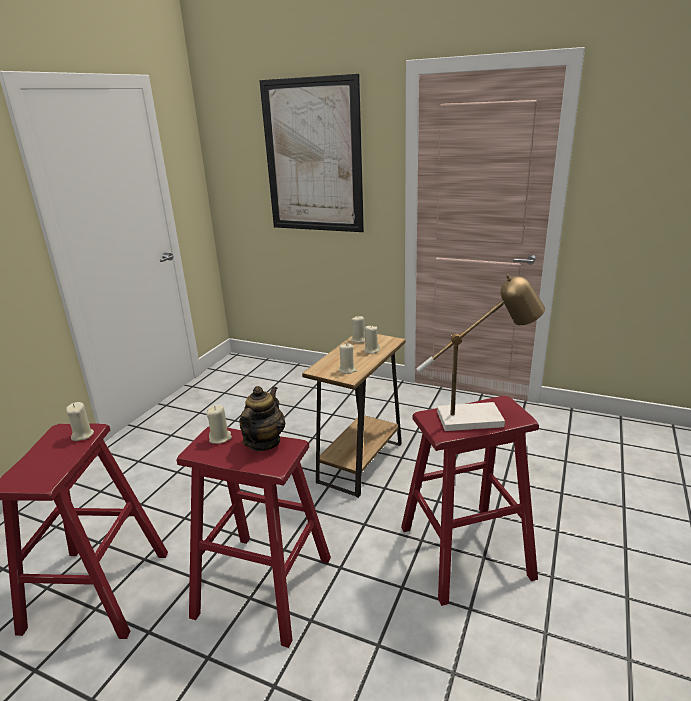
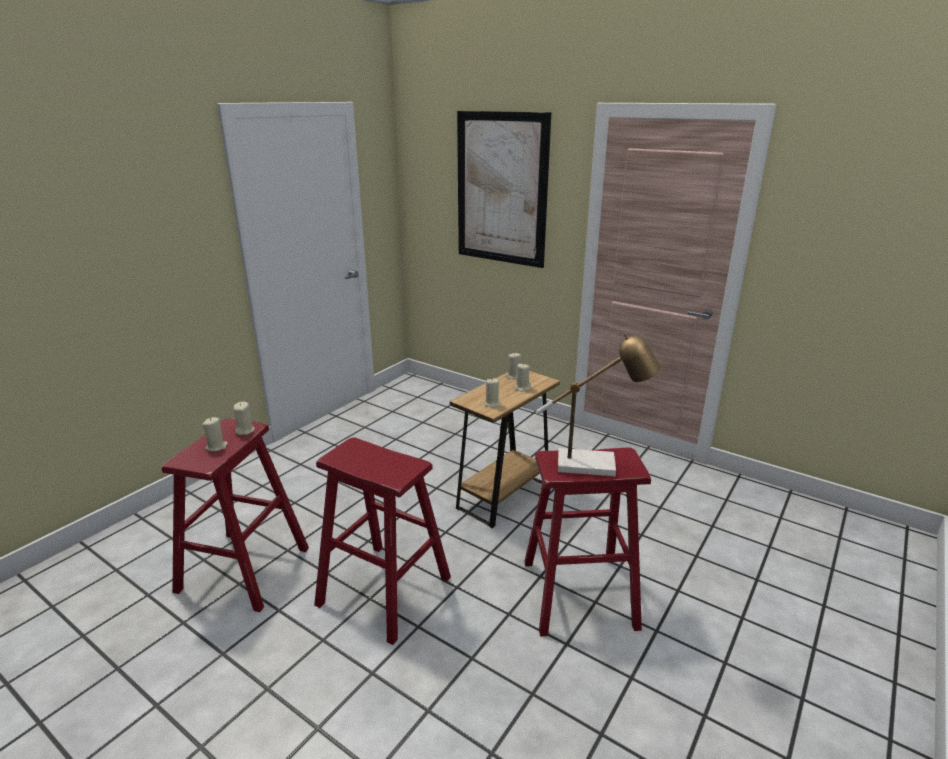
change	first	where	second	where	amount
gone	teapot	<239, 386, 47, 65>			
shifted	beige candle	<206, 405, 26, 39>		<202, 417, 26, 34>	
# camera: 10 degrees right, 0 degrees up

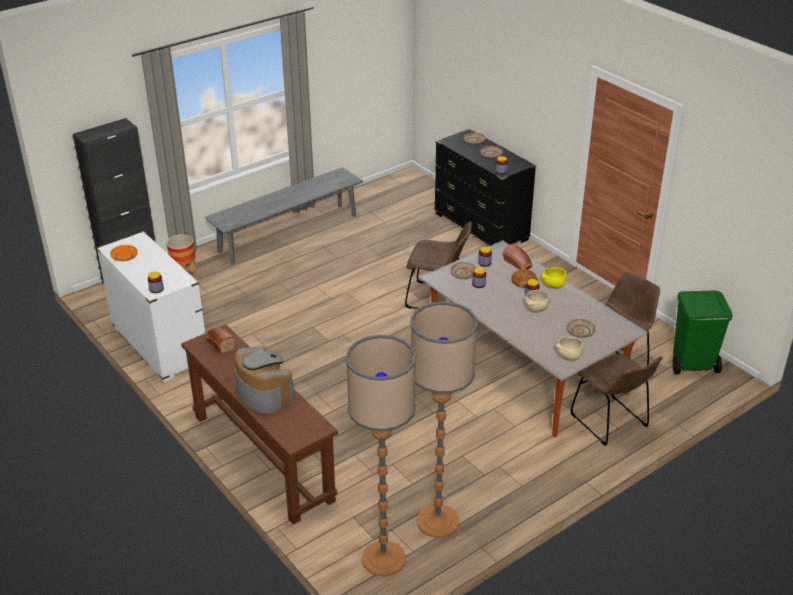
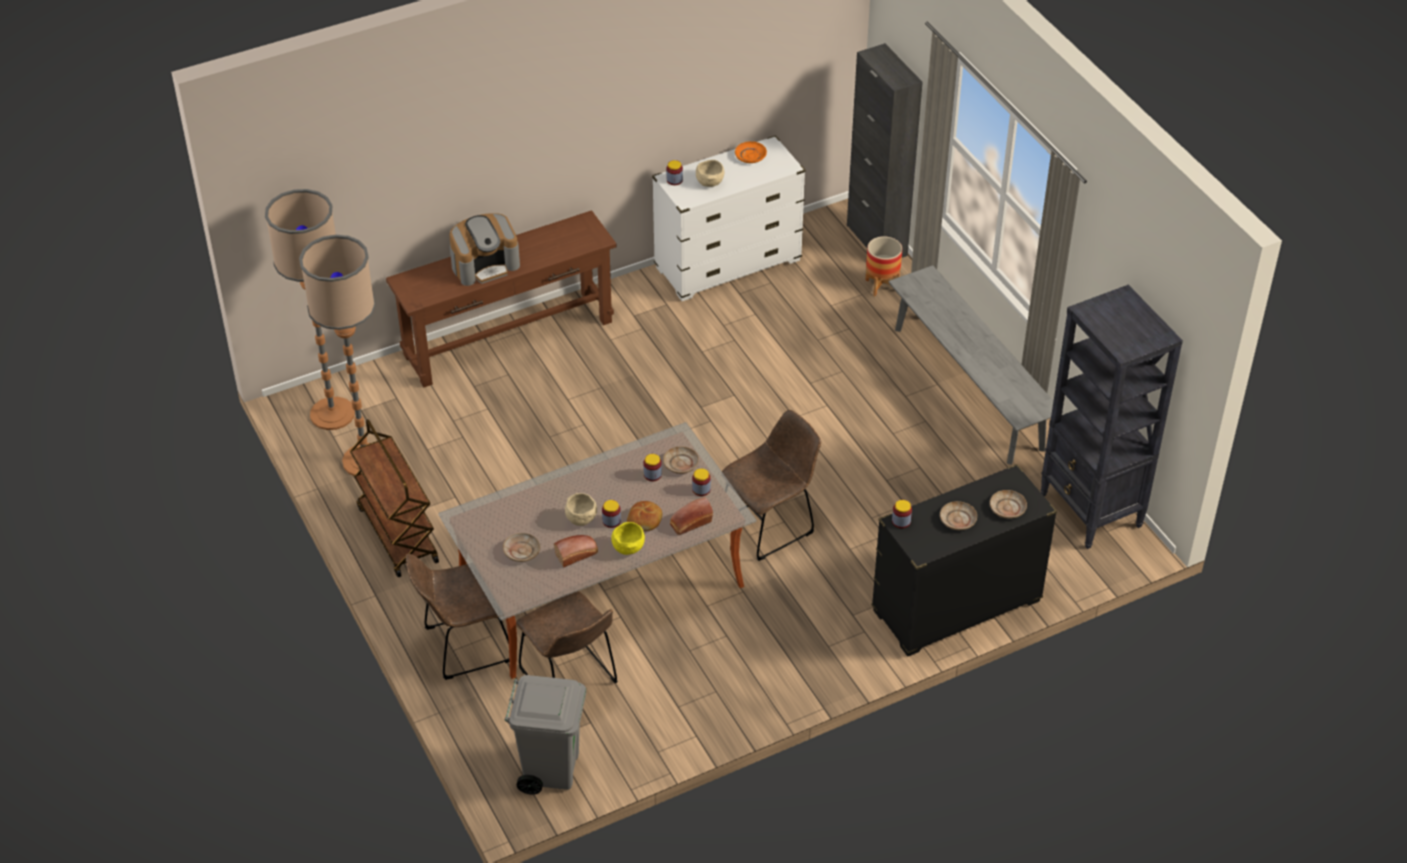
change	first	where	second	where	amount
new			brown cart	<350, 419, 89, 158>	
new			black bookcase	<1040, 285, 143, 264>	
shifted	bread	<205, 327, 30, 27>		<554, 535, 44, 32>	
shifted	beige bowl	<556, 337, 28, 24>		<696, 160, 28, 27>	
repainted	green trash can	<672, 290, 61, 84>	grey trash can	<504, 675, 82, 119>	
rotated	brown chair	<405, 222, 67, 87>		<722, 410, 99, 151>	150 degrees counterclockwise
# camera: 100 degrees right, 10 degrees up

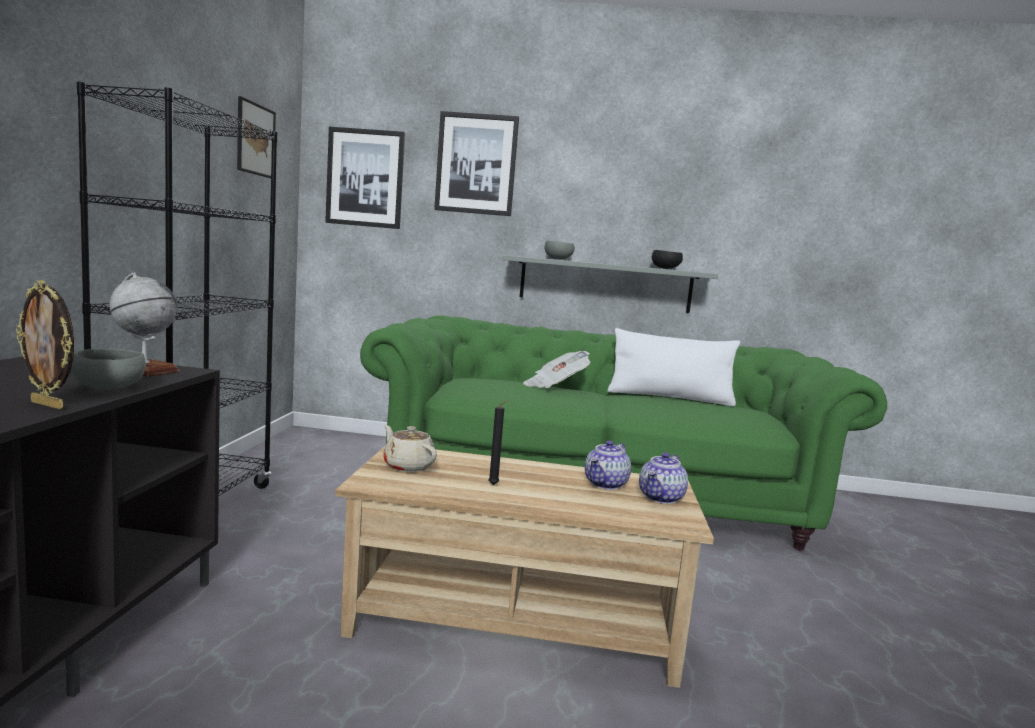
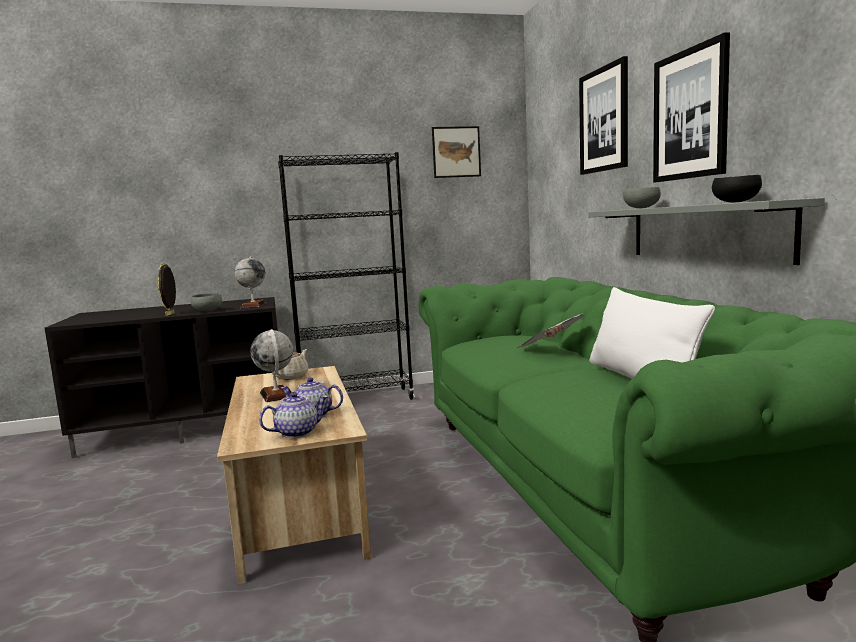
change	first	where	second	where	amount
shifted	picture	<325, 127, 80, 102>		<653, 32, 77, 150>	
swapped	black candle	<489, 400, 20, 85>	globe	<250, 329, 43, 73>	
rotated	teapot	<639, 452, 49, 52>		<259, 392, 69, 46>	135 degrees clockwise
# camera: 70 degrees right, 0 degrees up

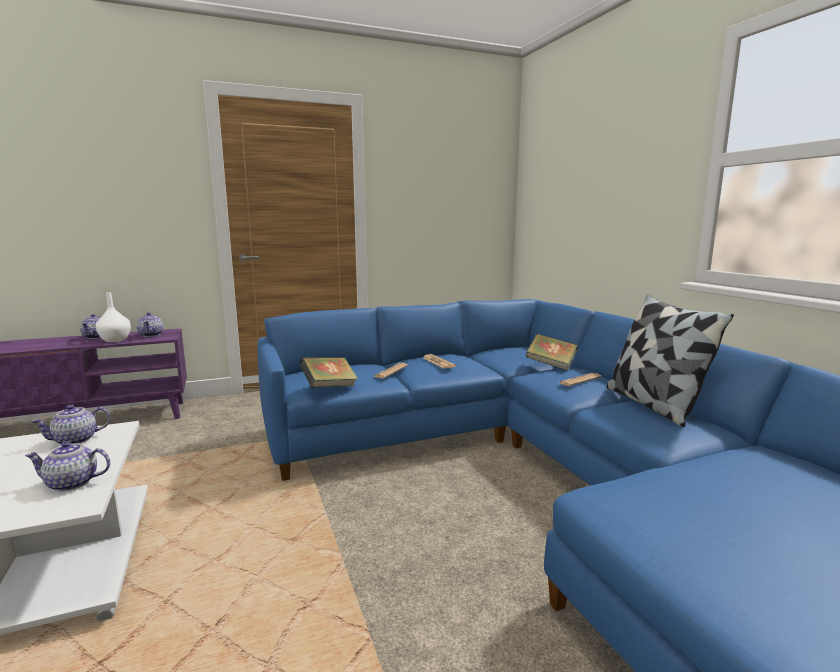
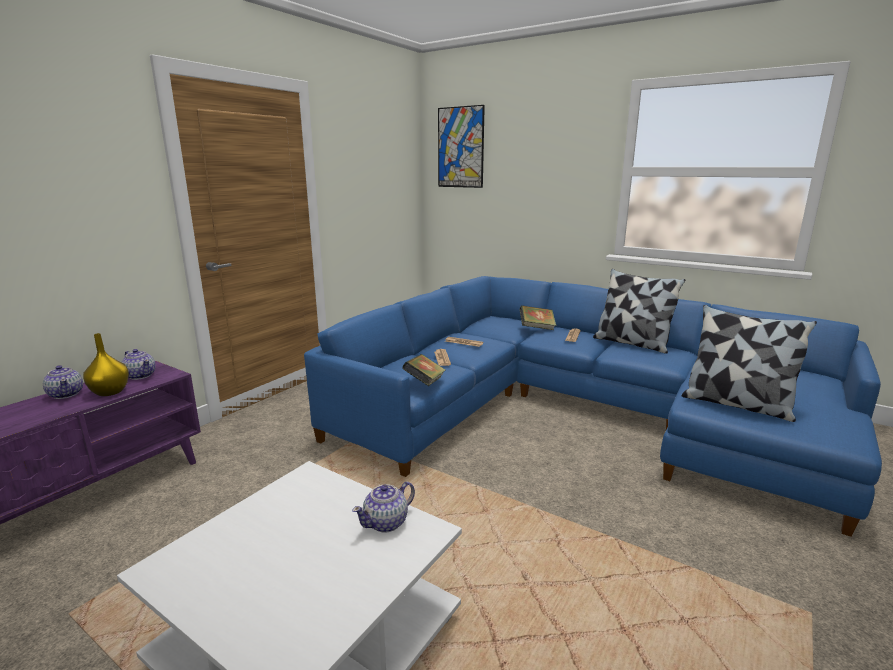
change	first	where	second	where	amount
gone	teapot	<31, 405, 79, 39>			
new			picture	<438, 105, 47, 83>	
new			pillow	<682, 305, 135, 117>	
repainted	white vase	<96, 292, 35, 50>	yellow vase	<83, 333, 46, 63>	
# camera: 35 degrees left, 5 degrees up

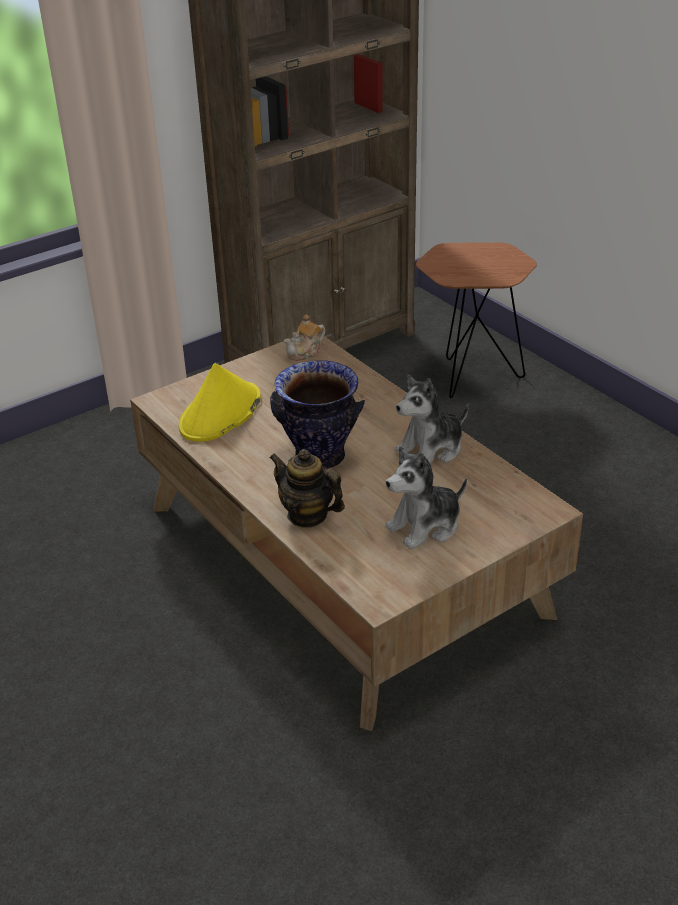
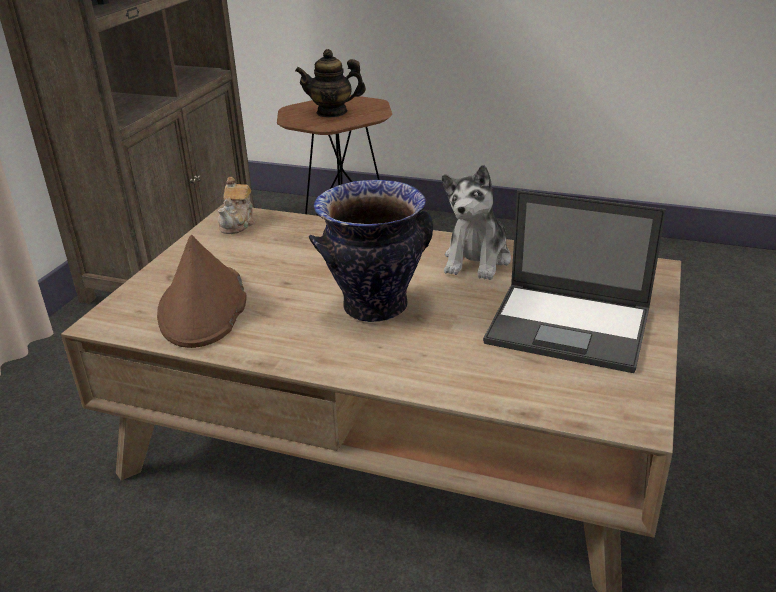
change	first	where	second	where	amount
shifted	teapot	<269, 449, 76, 79>		<295, 49, 71, 69>	
swapped	plush toy	<385, 446, 82, 103>	laptop	<483, 190, 183, 183>	
repainted	yellow hat	<179, 363, 82, 79>	brown hat	<157, 235, 90, 113>	
# camera: 35 degrees left, 5 degrees down

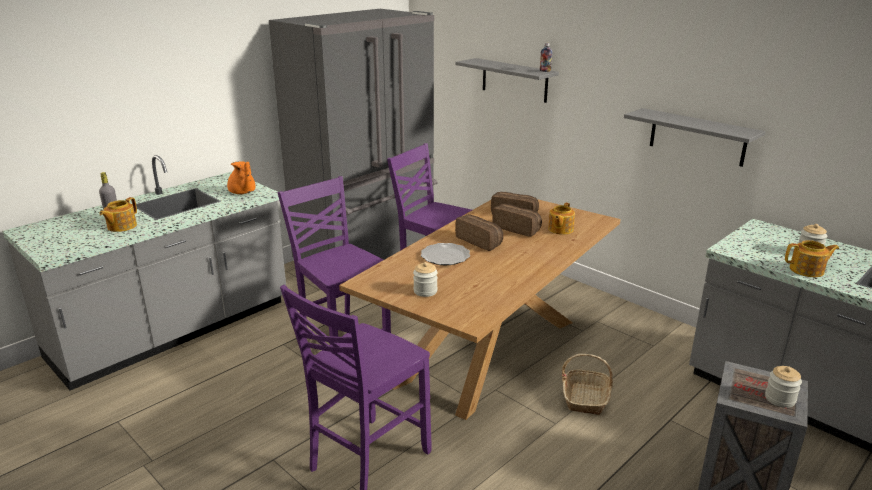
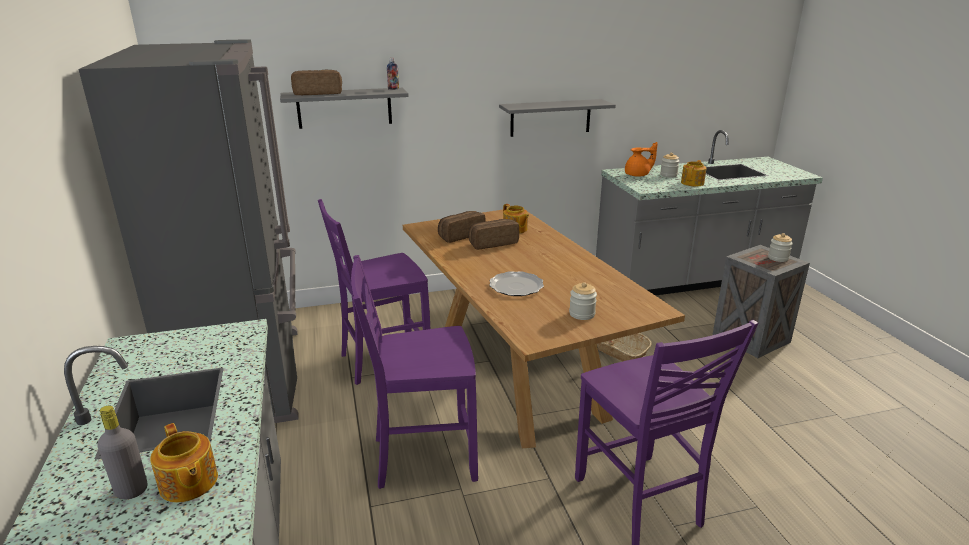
change	first	where	second	where	amount
shifted	orange teapot	<227, 161, 29, 33>		<625, 142, 33, 35>	
shifted	bread	<455, 215, 48, 36>		<291, 70, 51, 25>	
# camera: 60 degrees left, 0 degrees up

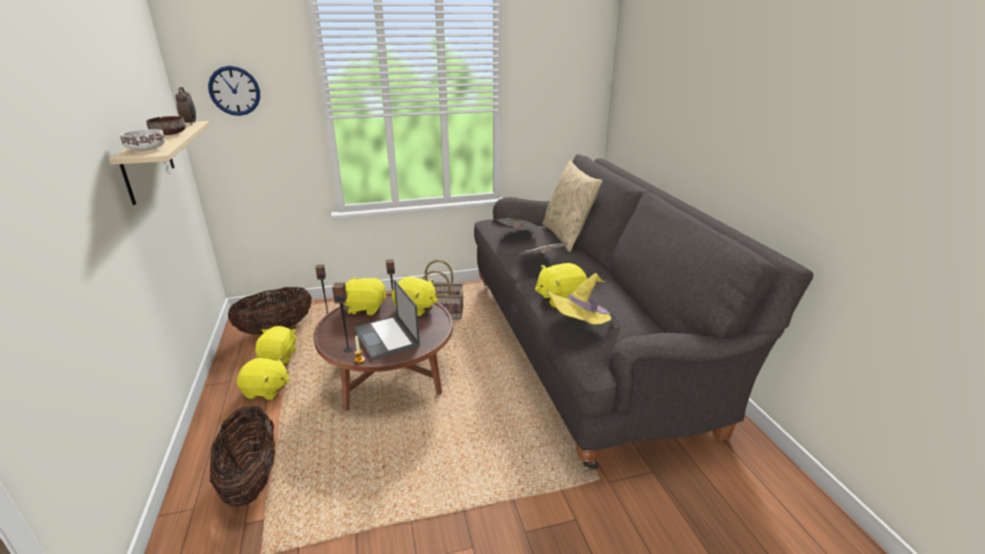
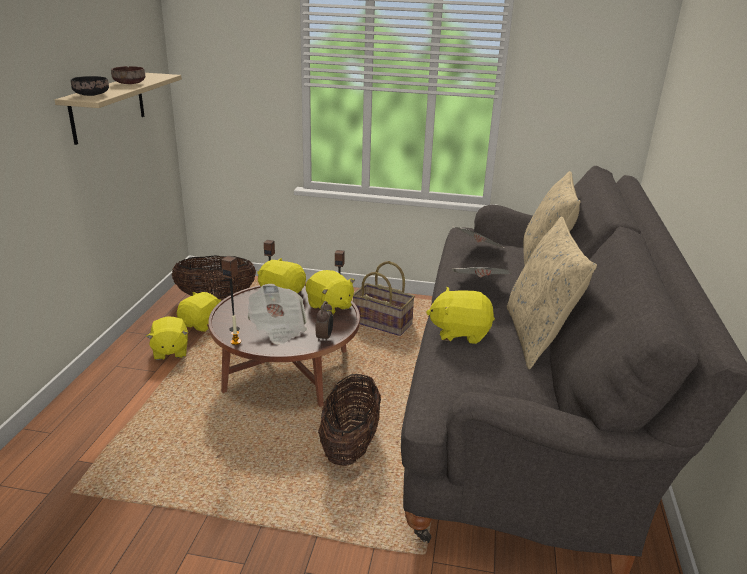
change	first	where	second	where	amount
gone	wall clock	<208, 66, 52, 50>			
gone	yellow hat	<547, 273, 74, 52>			
new			beige pillow	<507, 216, 90, 154>	
shifted	alarm clock	<176, 87, 20, 38>		<315, 301, 18, 42>	
shifted	basket	<210, 405, 65, 102>		<318, 374, 63, 92>	
swapped	laptop	<353, 280, 67, 80>	newspaper	<248, 284, 59, 61>	
repainted	white bowl	<120, 129, 45, 22>	black bowl	<71, 76, 38, 20>	
rotated	yellow plush toy	<237, 357, 53, 43>		<146, 316, 42, 44>	45 degrees clockwise
# camera: 25 degrees right, 0 degrees up

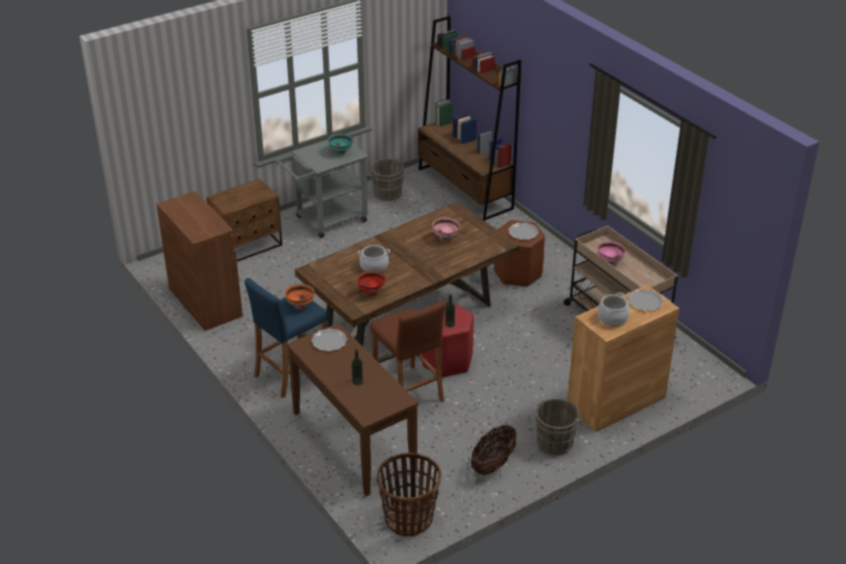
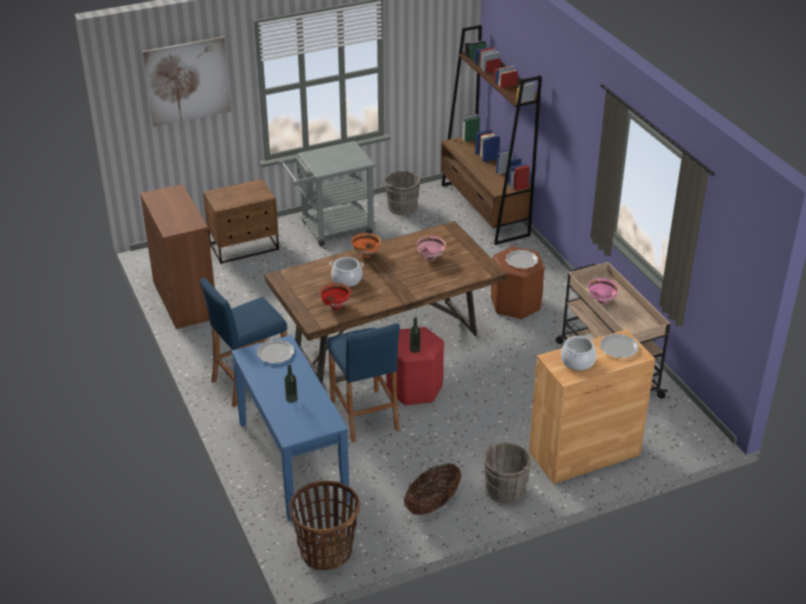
change	first	where	second	where	amount
gone	turquoise bowl	<328, 133, 25, 21>			
new			picture	<142, 36, 89, 91>	
shifted	orange bowl	<285, 284, 30, 25>		<351, 233, 30, 25>	
repainted	brown console table	<287, 323, 131, 173>	blue console table	<231, 335, 119, 187>	
repainted	brown stool	<370, 301, 76, 101>	blue stool	<327, 323, 73, 120>	
# camera: 10 degrees right, 0 degrees up

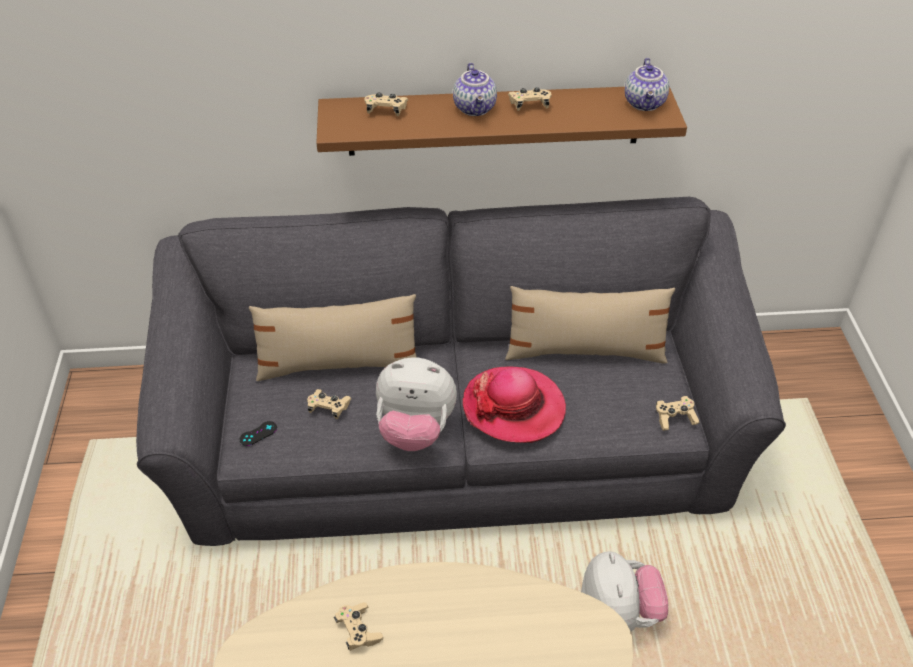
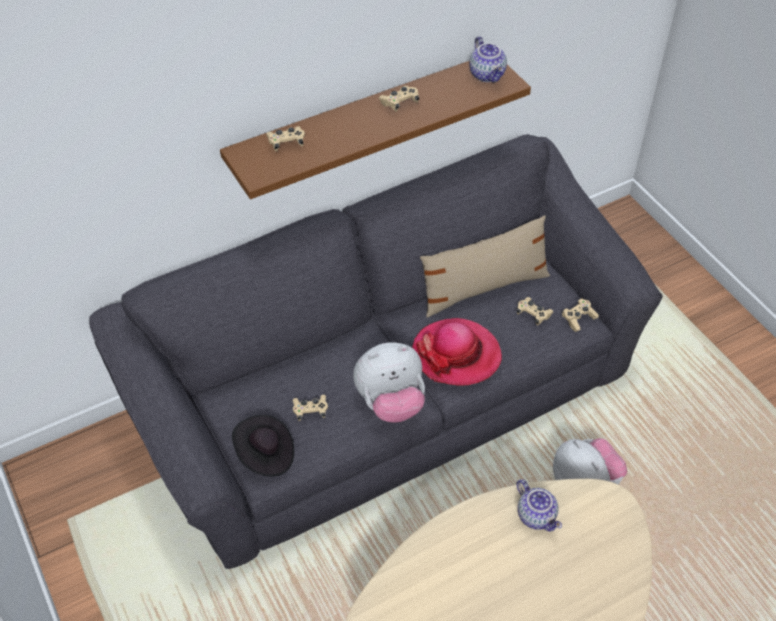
change	first	where	second	where	amount
gone	beige pillow	<249, 294, 168, 87>			
shifted	beige game controller	<334, 602, 49, 49>		<517, 297, 36, 29>	
shifted	teapot	<453, 63, 44, 53>		<517, 479, 45, 53>	
swapped	black game controller	<239, 421, 38, 25>	black hat	<232, 415, 62, 61>	
# camera: 25 degrees left, 5 degrees up

